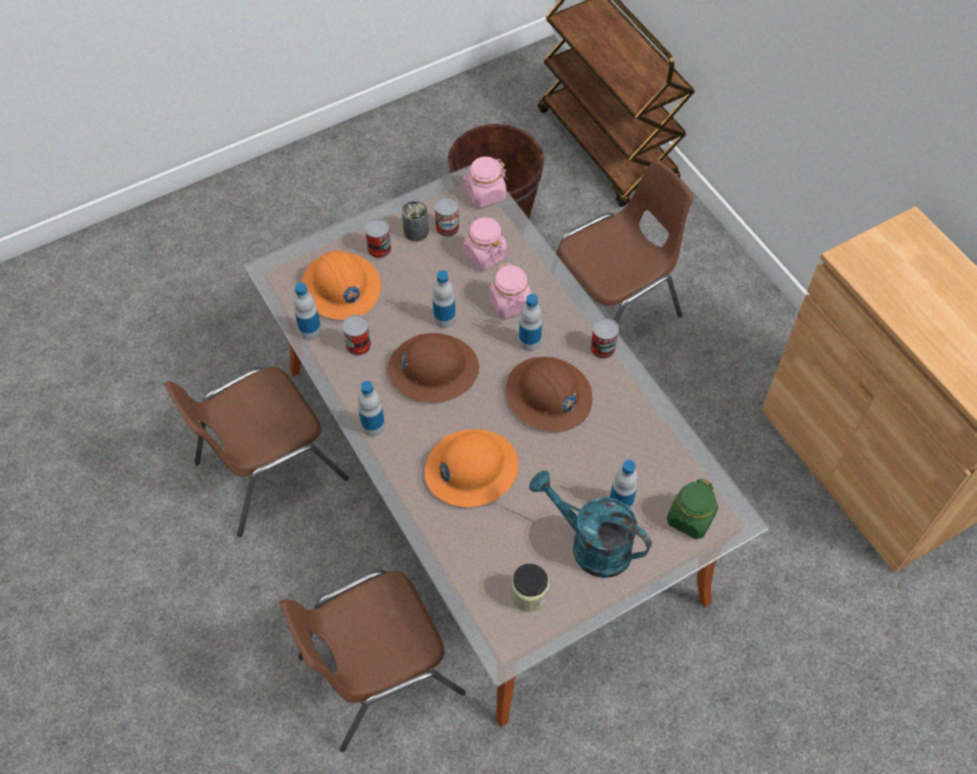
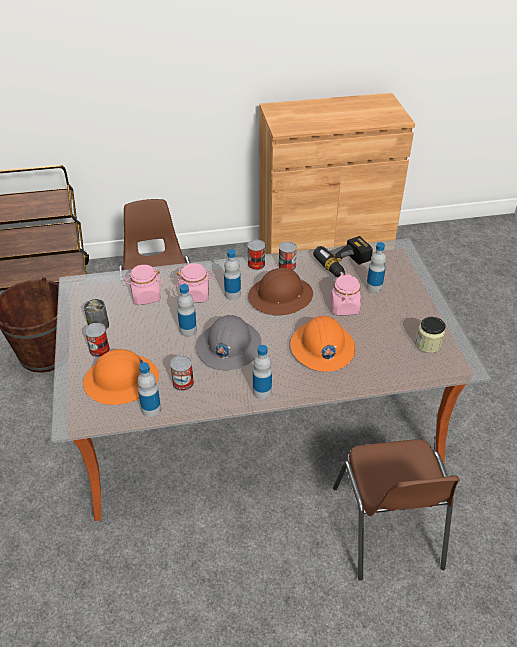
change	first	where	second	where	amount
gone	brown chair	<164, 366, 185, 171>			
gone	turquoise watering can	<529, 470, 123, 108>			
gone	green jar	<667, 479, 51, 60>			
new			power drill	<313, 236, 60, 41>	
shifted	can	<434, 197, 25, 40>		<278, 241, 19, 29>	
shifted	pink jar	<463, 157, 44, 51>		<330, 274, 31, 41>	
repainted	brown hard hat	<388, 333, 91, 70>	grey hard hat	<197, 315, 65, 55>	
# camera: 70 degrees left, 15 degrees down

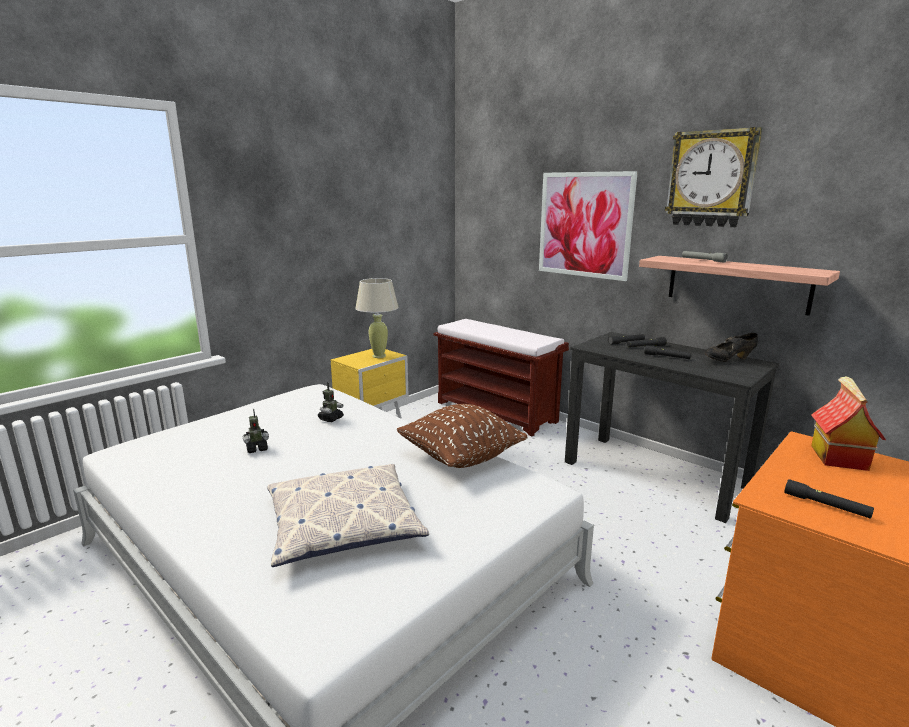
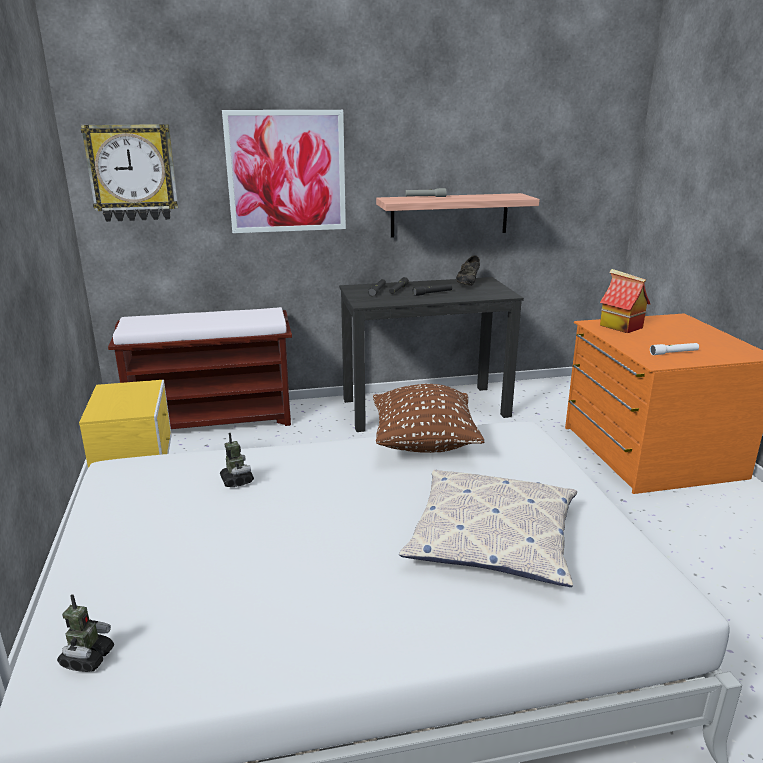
change	first	where	second	where	amount
gone	beige table lamp	<355, 278, 44, 80>			
shifted	toy robot	<243, 409, 26, 44>		<57, 594, 57, 78>	
shifted	wall clock	<665, 127, 97, 100>		<81, 124, 97, 98>	
repainted	black flashlight	<785, 479, 89, 40>	white flashlight	<650, 343, 49, 12>	
# camera: 55 degrees left, 5 degrees up

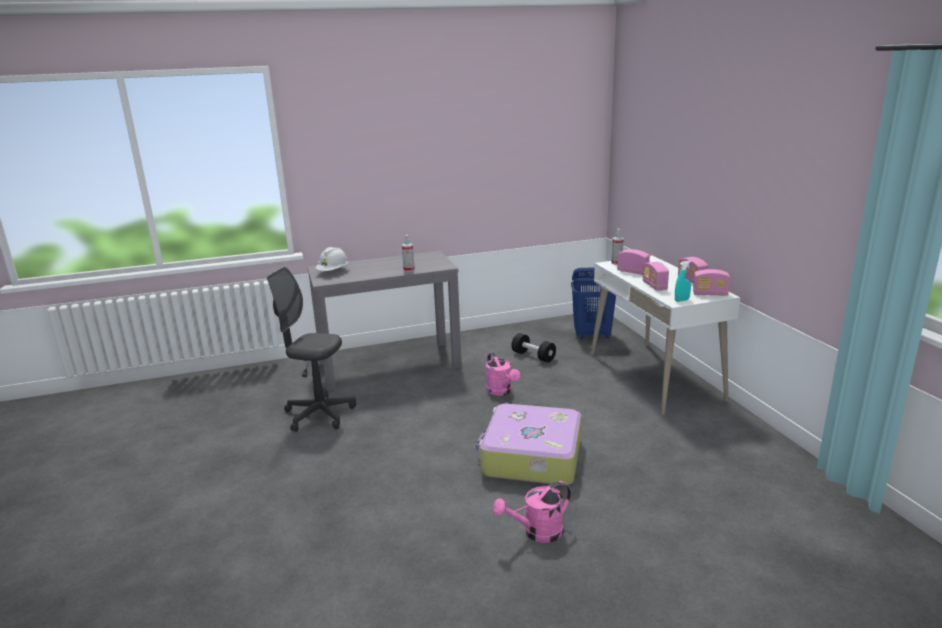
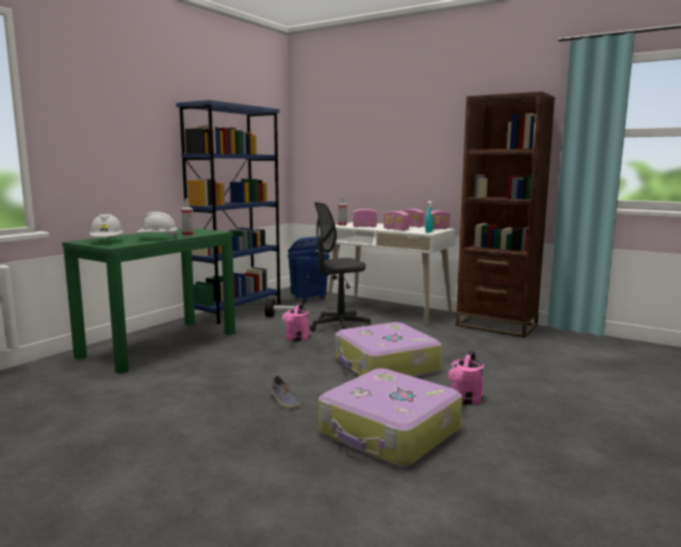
change	first	where	second	where	amount
new			white hard hat	<137, 212, 42, 26>	
new			blue bookcase	<176, 100, 105, 224>	
new			shoe	<270, 375, 29, 34>	
new			suitcase	<318, 368, 144, 99>	
new			brown bookcase	<455, 92, 100, 246>	
shifted	grey office chair	<267, 267, 89, 165>		<310, 202, 61, 130>	
repainted	grey console table	<307, 251, 155, 139>	green console table	<62, 228, 173, 146>	
rotated	pink watering can	<486, 352, 34, 44>		<282, 302, 28, 39>	75 degrees clockwise
# camera: 40 degrees left, 10 degrees down

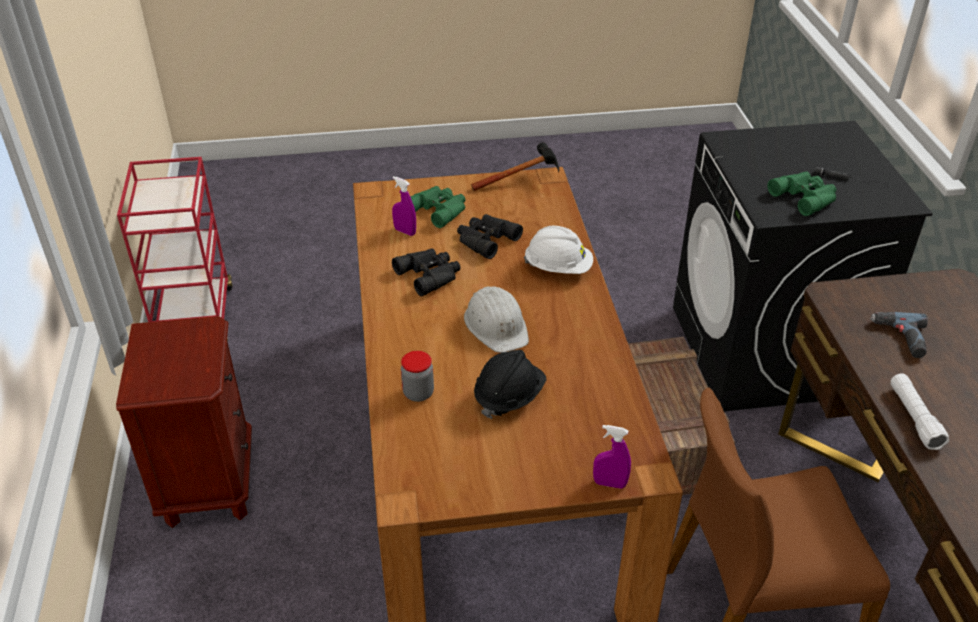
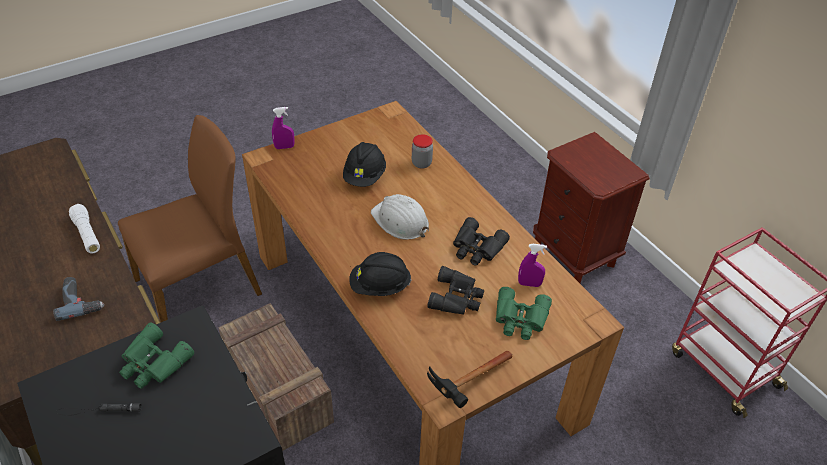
change	first	where	second	where	amount
repainted	white hard hat	<524, 226, 69, 48>	black hard hat	<349, 252, 63, 44>	
# camera: 155 degrees right, 5 degrees up

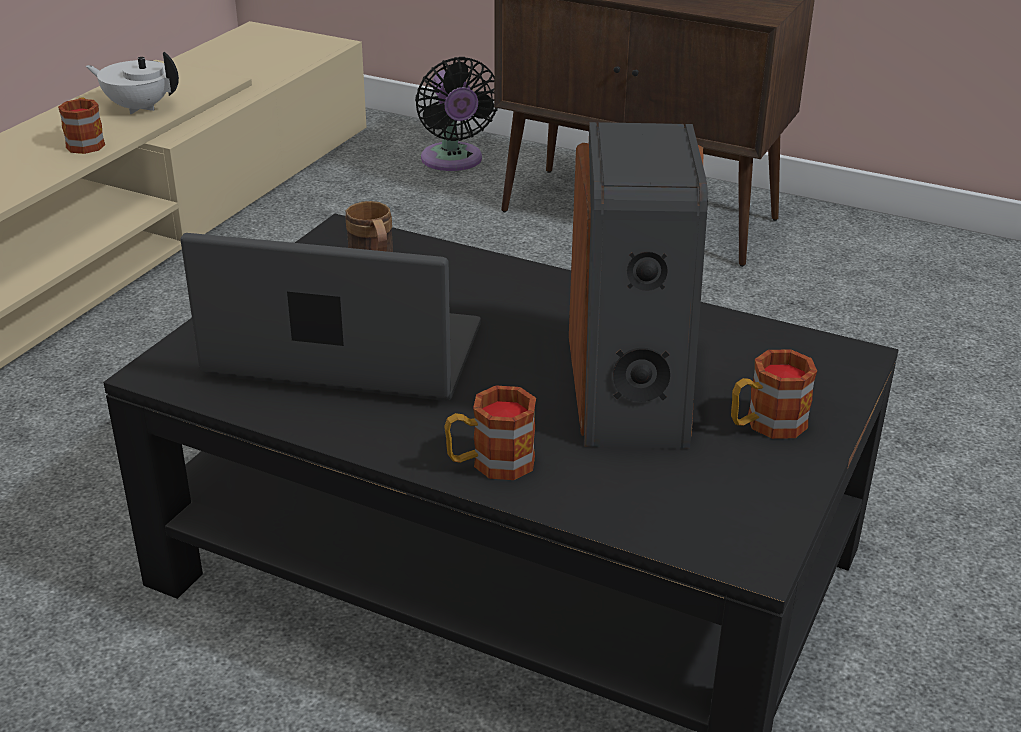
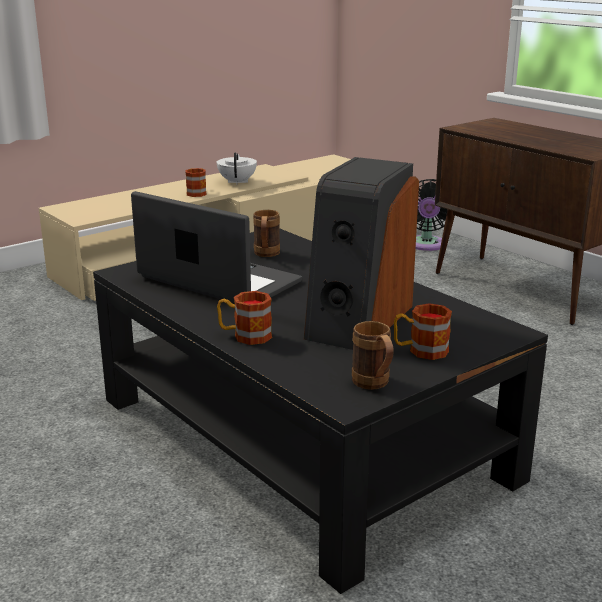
change	first	where	second	where	amount
new			brown mug	<352, 321, 42, 69>	
rotated	white teapot	<86, 52, 93, 62>		<217, 152, 40, 33>	45 degrees clockwise
# camera: 25 degrees right, 10 degrees down

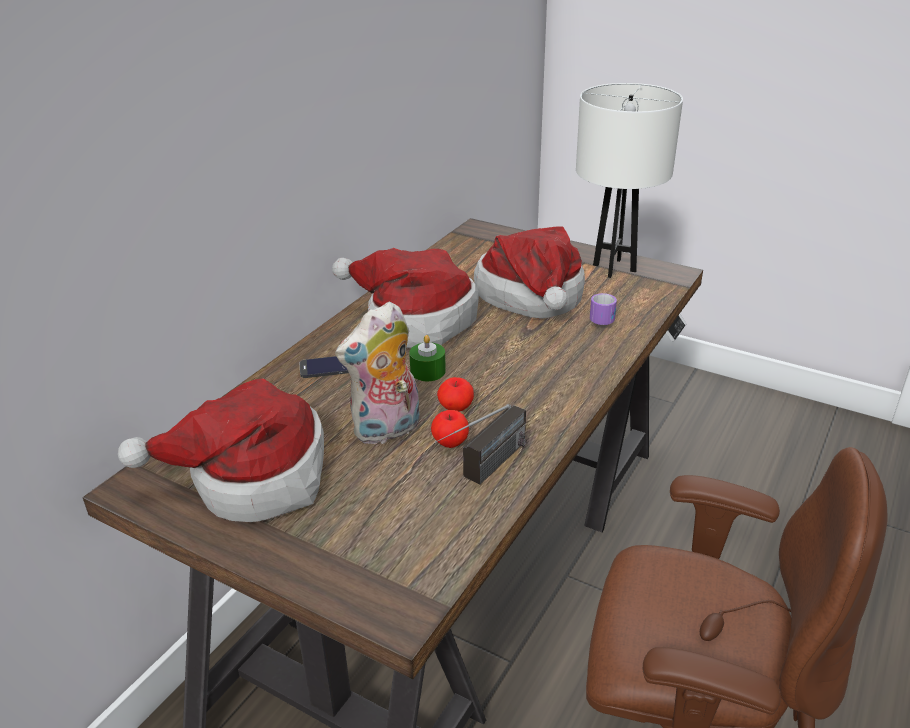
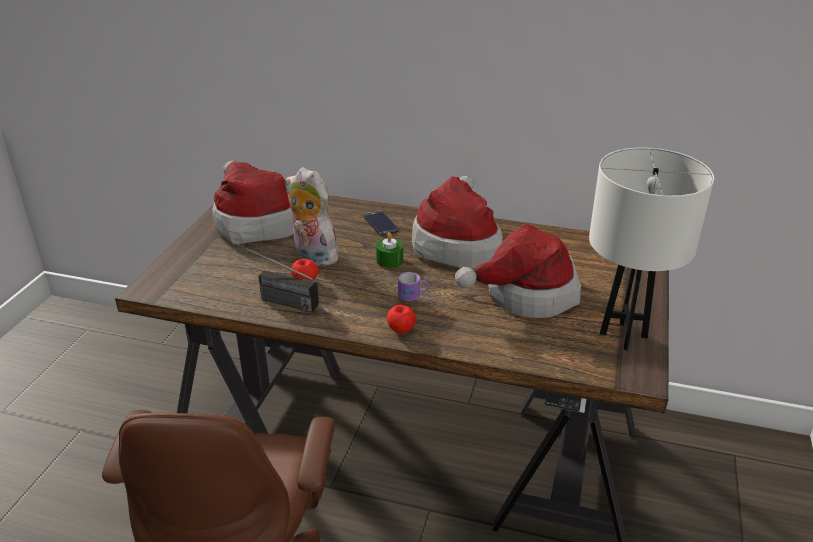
change	first	where	second	where	amount
shifted	apple	<437, 377, 37, 34>		<387, 305, 29, 29>	
shifted	mug	<590, 293, 27, 32>		<398, 272, 48, 29>	
# camera: 75 degrees right, 0 degrees up

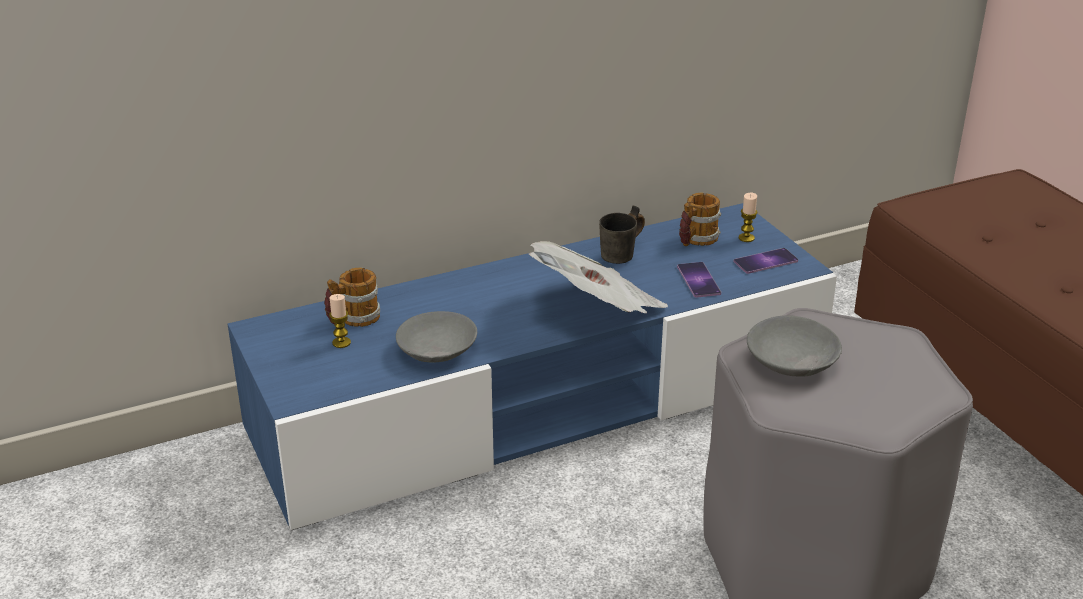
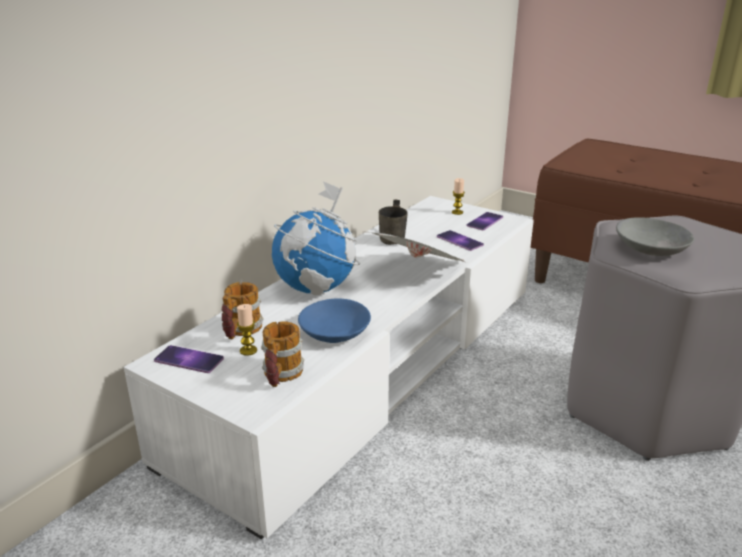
change	first	where	second	where	amount
new			phone	<154, 345, 70, 28>	
new			globe	<272, 181, 88, 114>	
shifted	mug	<679, 192, 42, 54>		<261, 322, 43, 65>	
repainted	blue tv stand	<228, 203, 609, 327>	white tv stand	<124, 196, 410, 344>	
repainted	grey bowl	<396, 311, 81, 52>	blue bowl	<298, 298, 73, 45>	
# camera: 30 degrees left, 5 degrees down

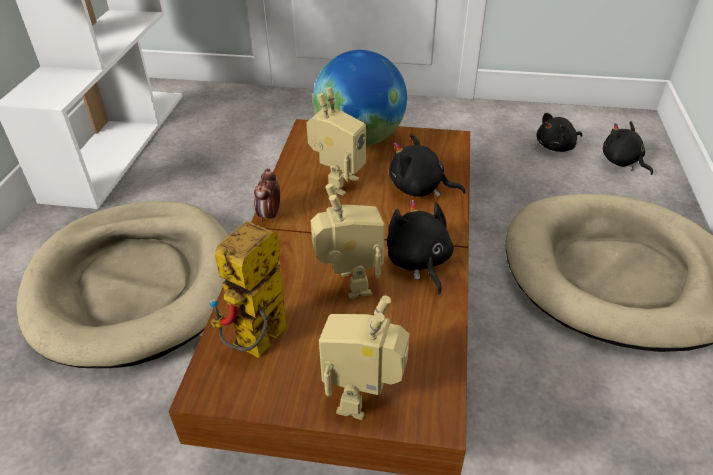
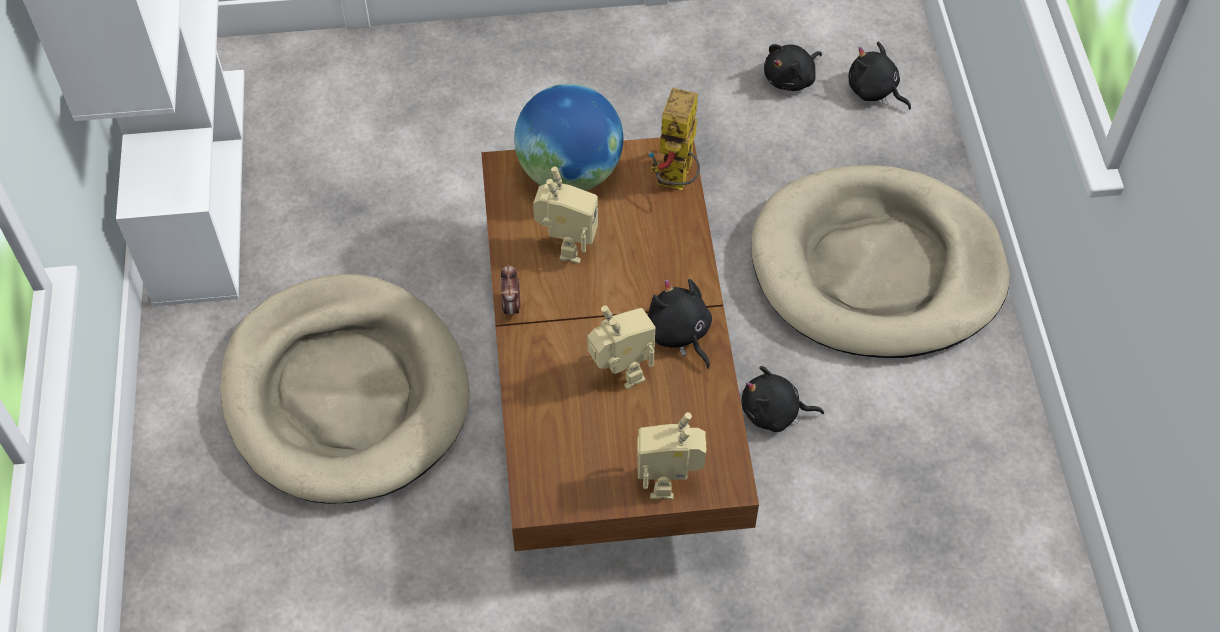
change	first	where	second	where	amount
shifted	toy robot	<210, 221, 78, 137>		<648, 88, 52, 102>	
shifted	black plush toy	<389, 134, 77, 63>		<741, 366, 83, 66>	
# camera: 15 degrees left, 15 degrees up

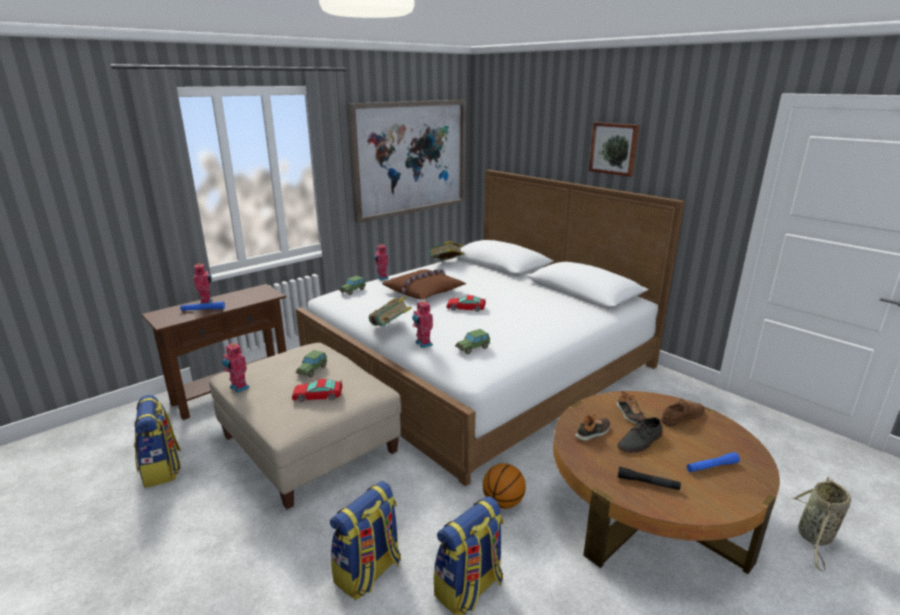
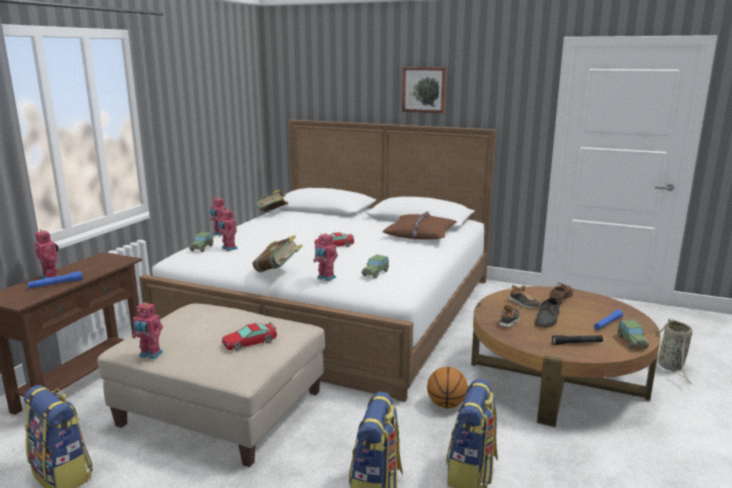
change	first	where	second	where	amount
gone	picture	<347, 100, 119, 123>			
new			toy robot	<218, 209, 20, 42>	
shifted	toy car	<296, 350, 31, 27>		<617, 320, 32, 28>	
shifted	brown pillow	<382, 269, 84, 31>		<383, 211, 74, 29>	
# camera: 25 degrees left, 5 degrees down

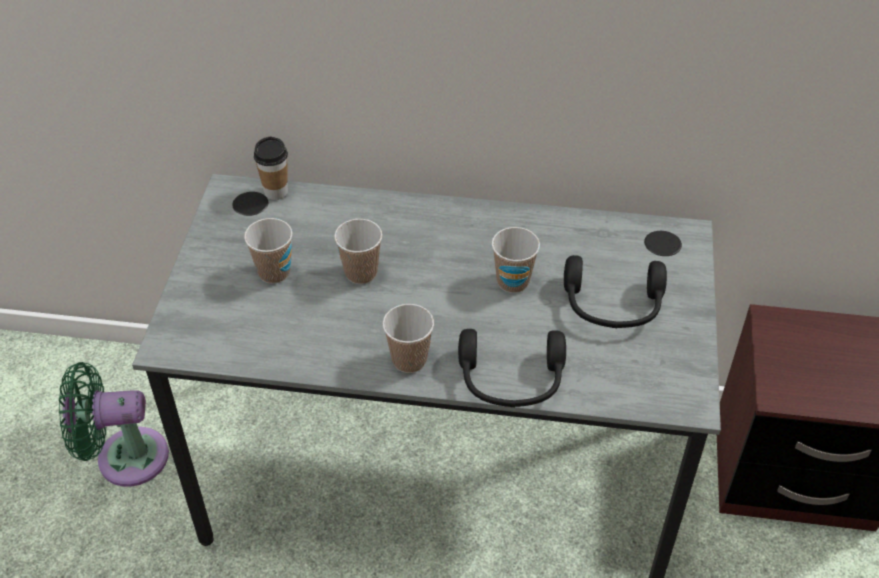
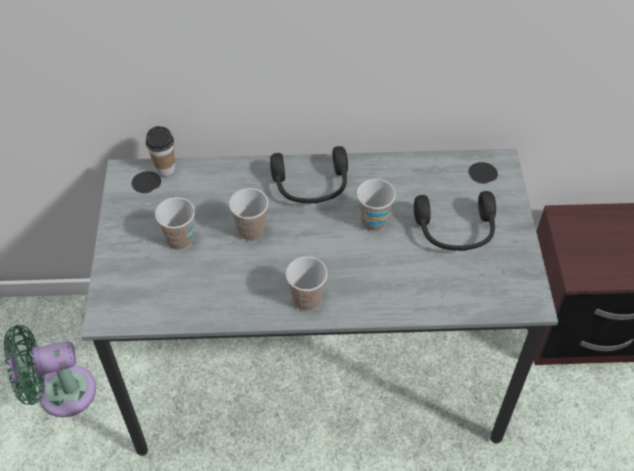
change	first	where	second	where	amount
shifted	black headphones	<458, 329, 108, 78>		<270, 146, 78, 57>	
# camera: 10 degrees left, 5 degrees up

